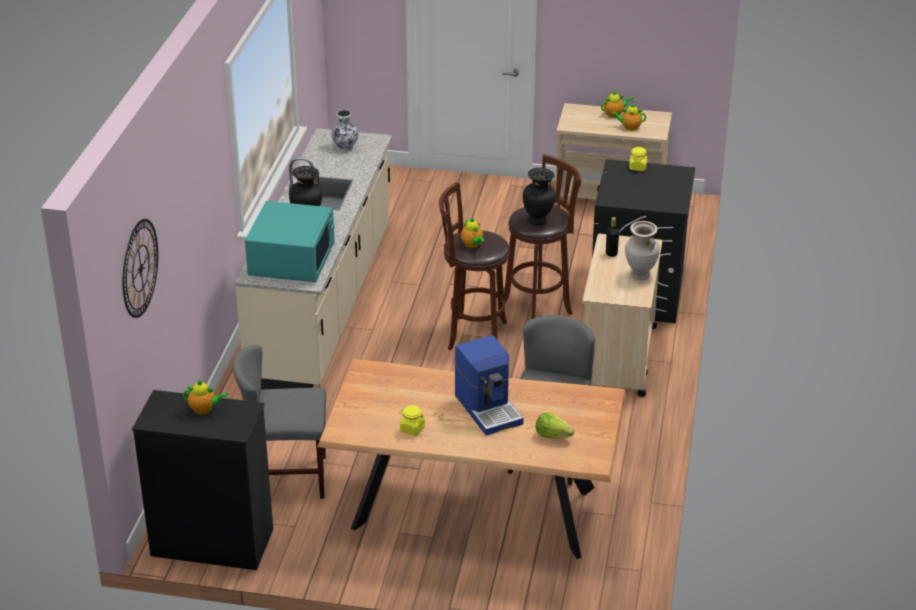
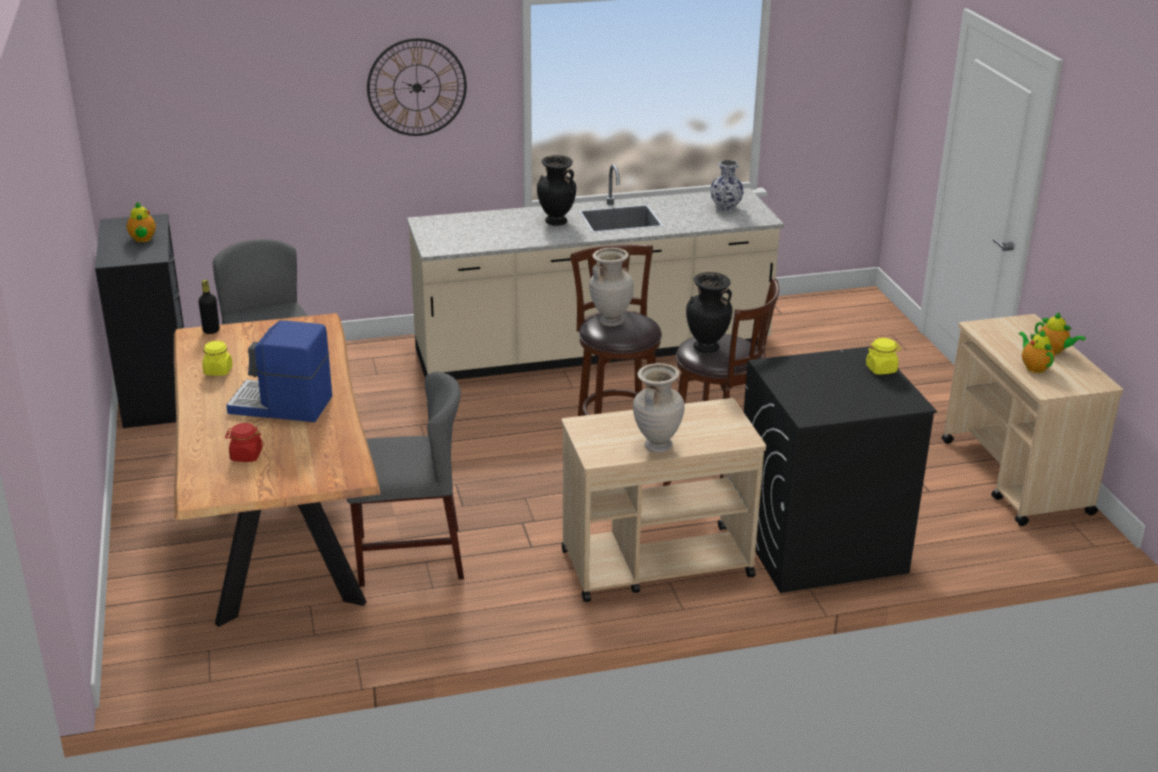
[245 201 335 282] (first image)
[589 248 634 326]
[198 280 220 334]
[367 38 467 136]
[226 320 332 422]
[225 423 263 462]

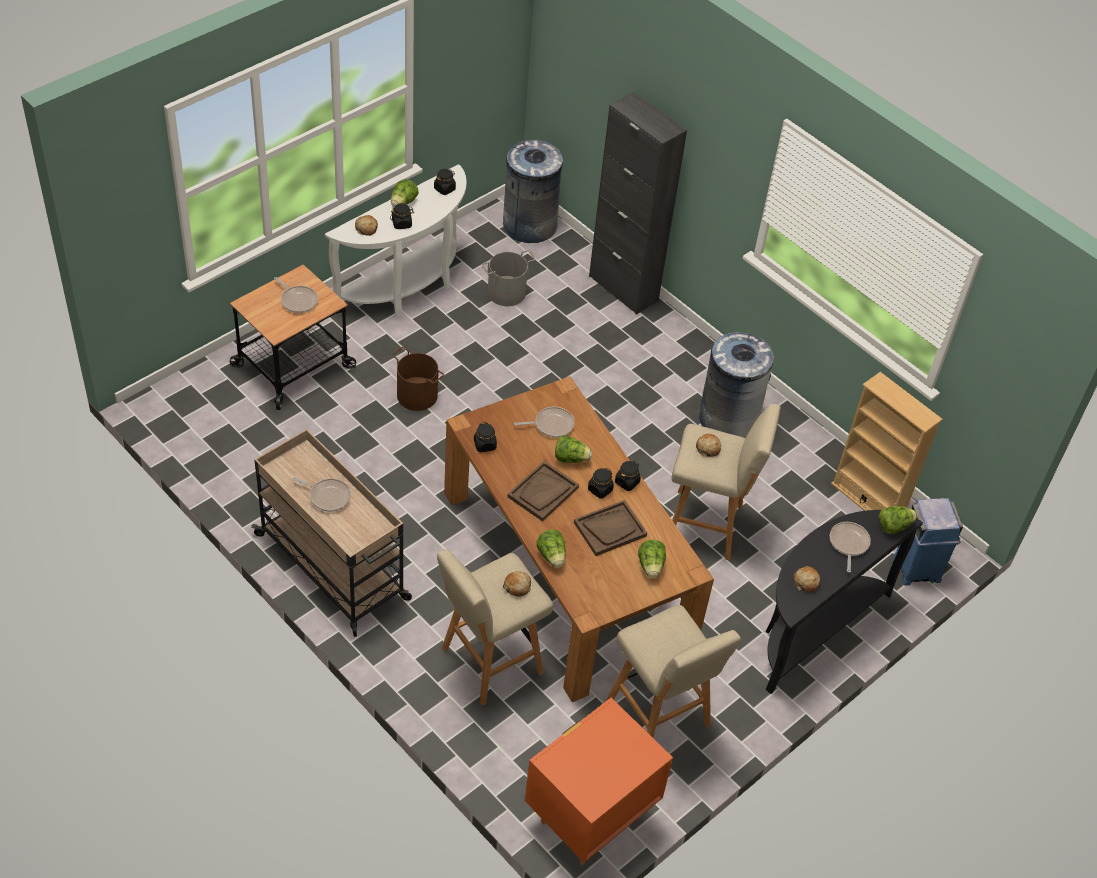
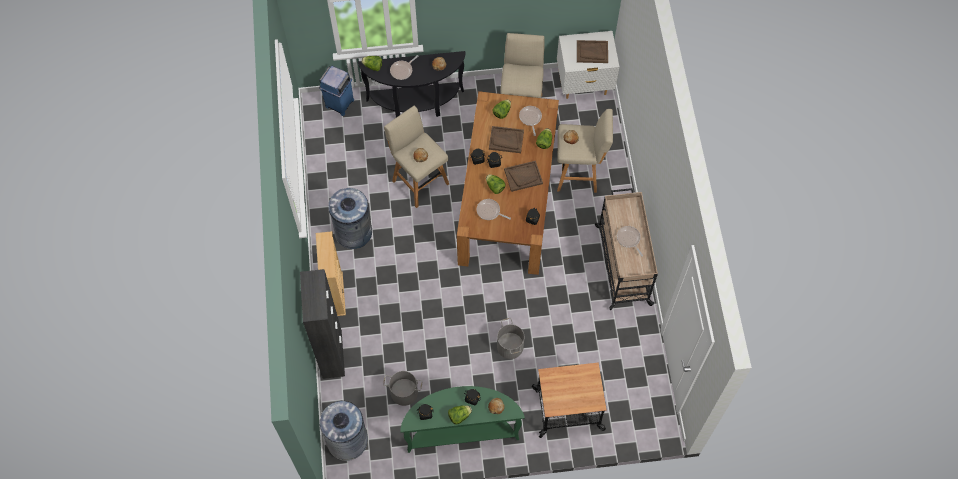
[400 386 525 453]
[519 106 542 136]
[497 318 524 359]
[316 231 346 316]
[557 31 620 99]
[577 40 608 63]

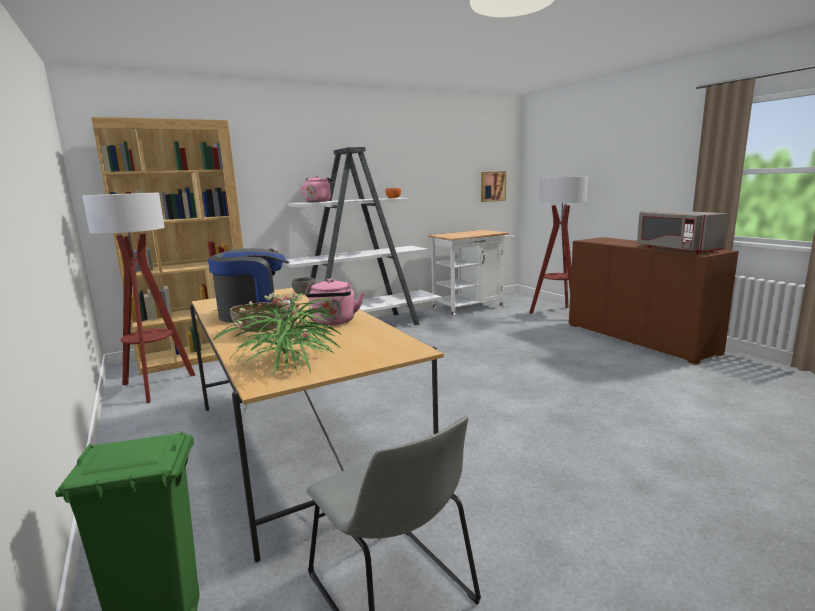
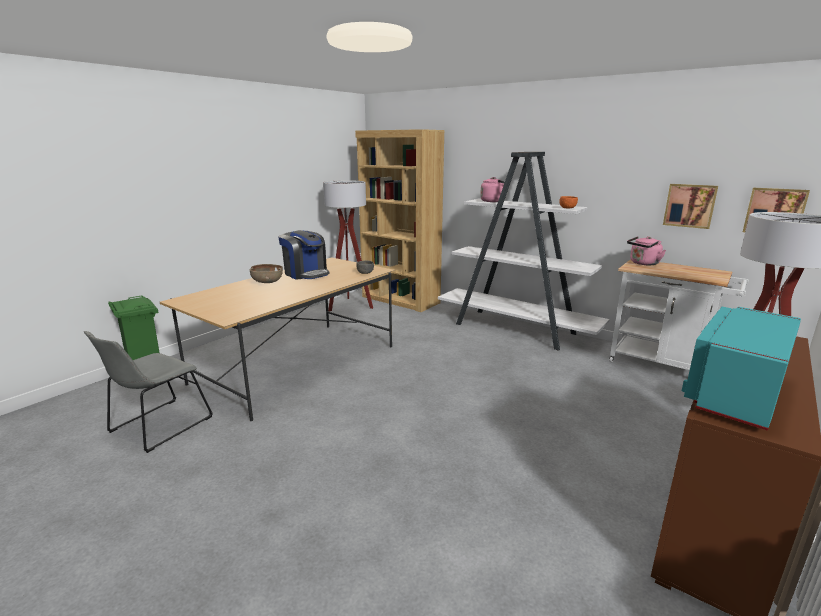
[682 307 801 431]
[627 236 666 265]
[213 292 340 374] (first image)
[663 184 718 229]

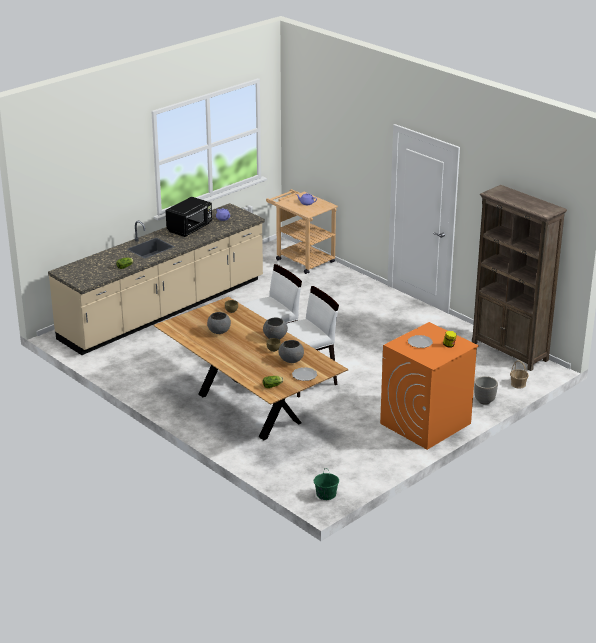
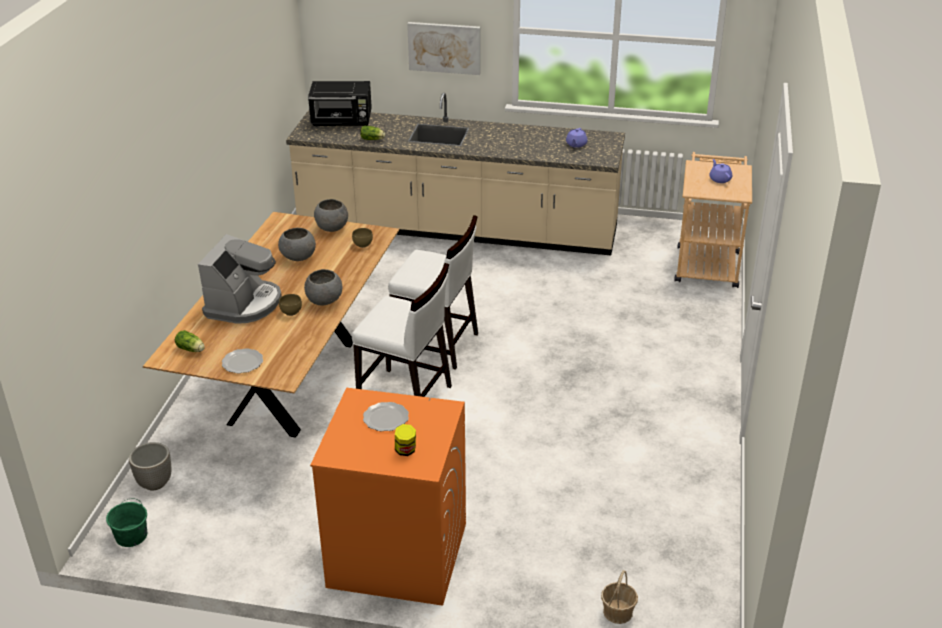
[472 185 567 371] (first image)
[308 81 372 126]
[314 199 348 232]
[129 442 171 491]
[407 22 481 75]
[198 234 282 324]

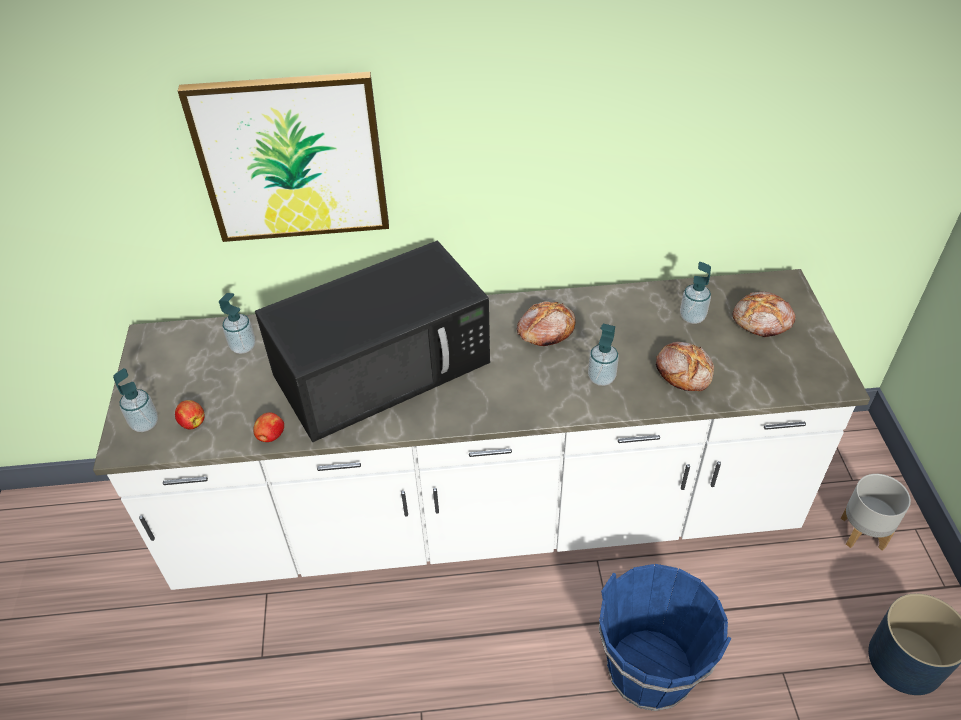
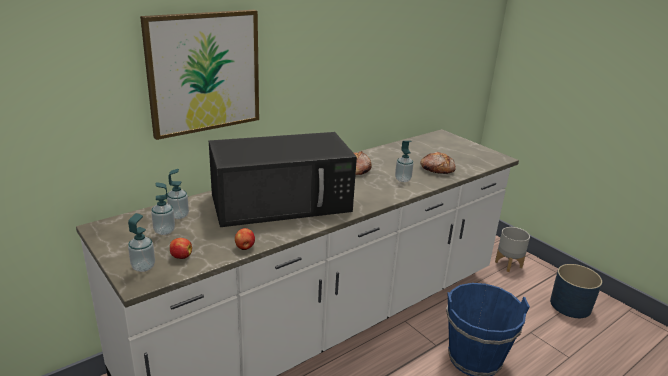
[209 132 357 227]
[151 182 175 235]
[733 291 796 337] (first image)

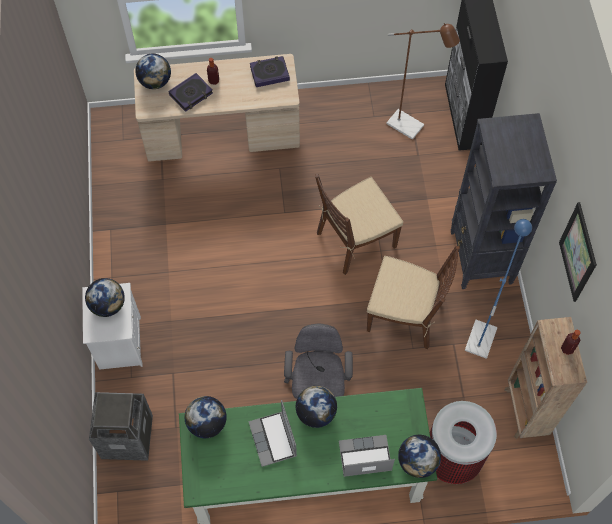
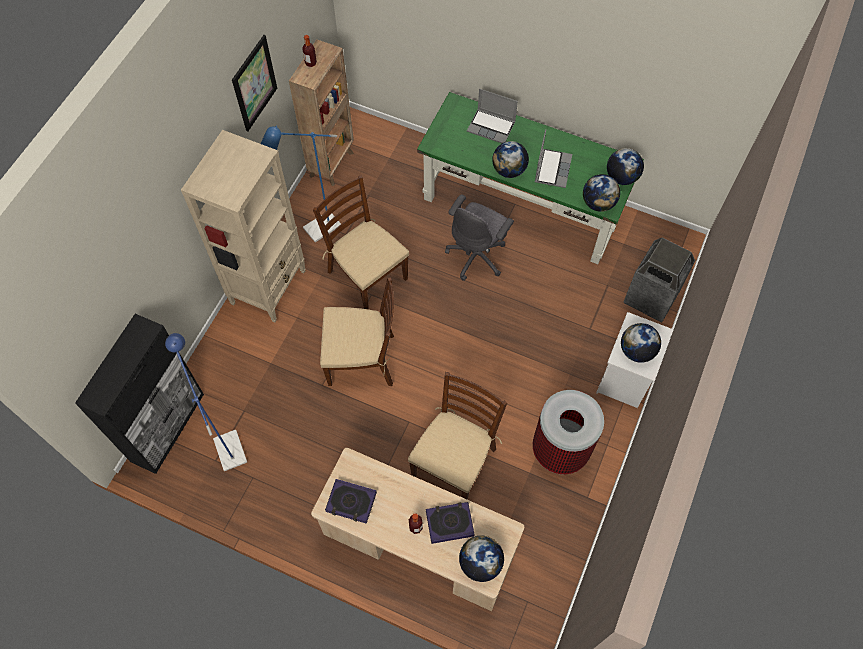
[165 333 247 471]
[181 130 306 322]
[533 390 604 474]
[607 148 644 185]
[408 372 507 500]

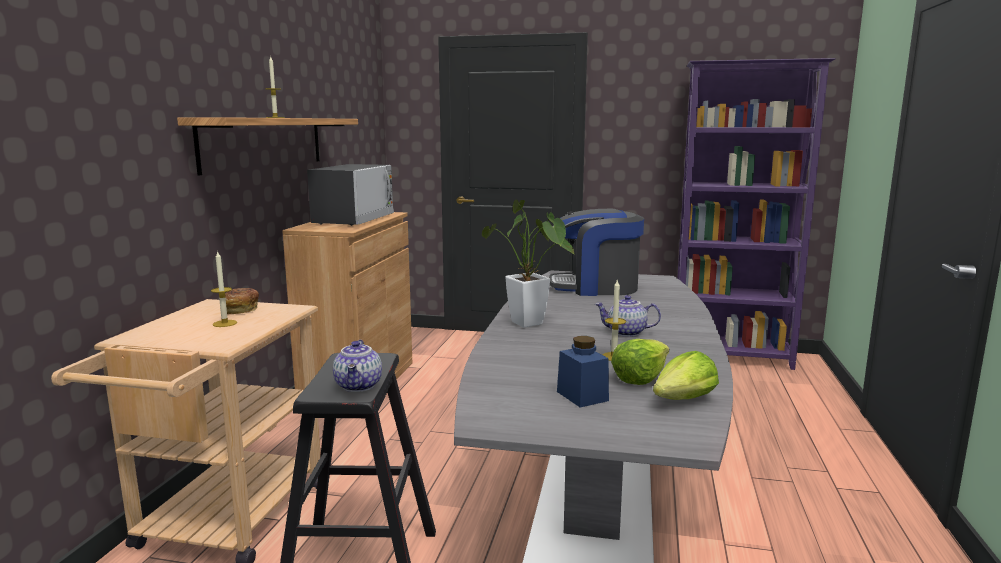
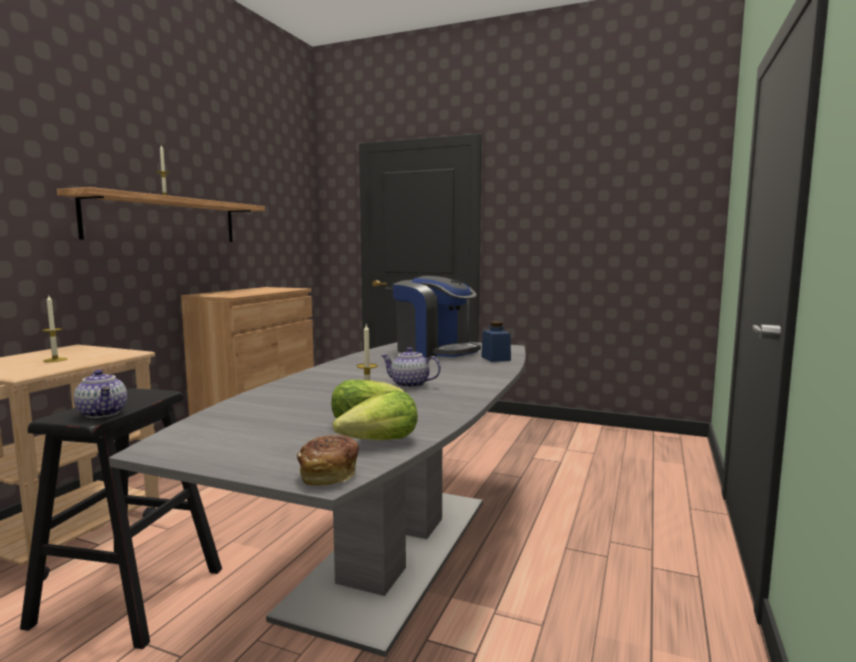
[677 58 836 370] (first image)
[307 164 394 226] (first image)
[482 199 575 328] (first image)
[393 276 481 358]
[297 435 359 486]
[481 321 511 362]
[74 370 127 418]

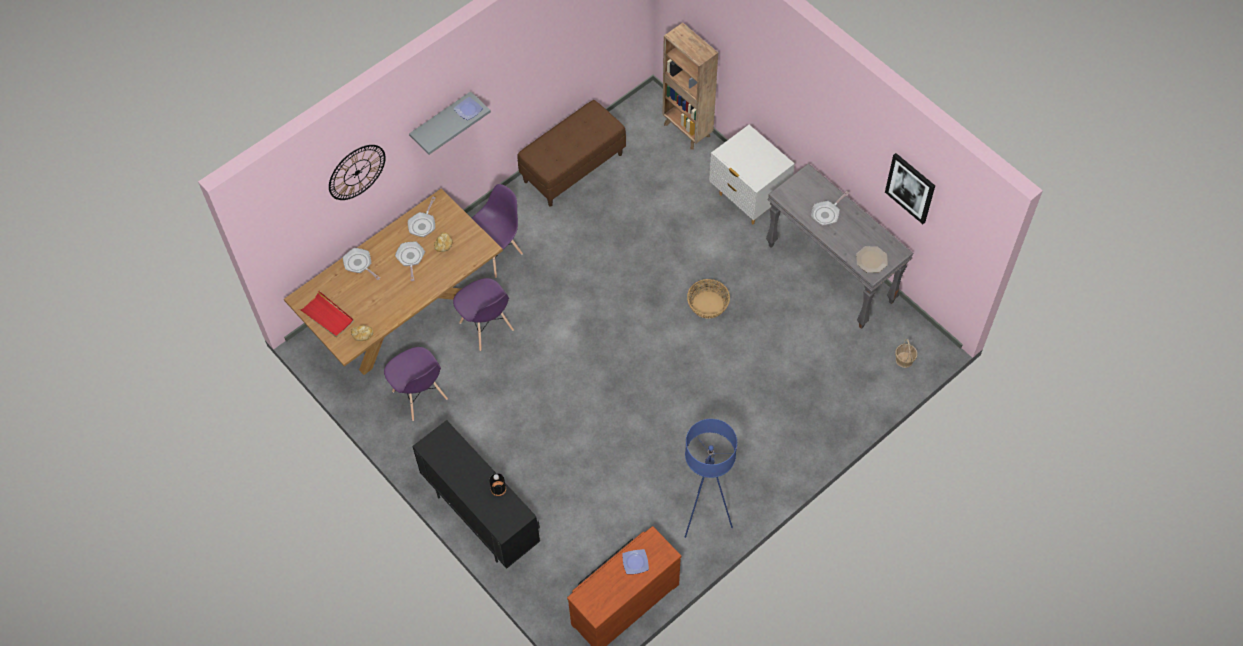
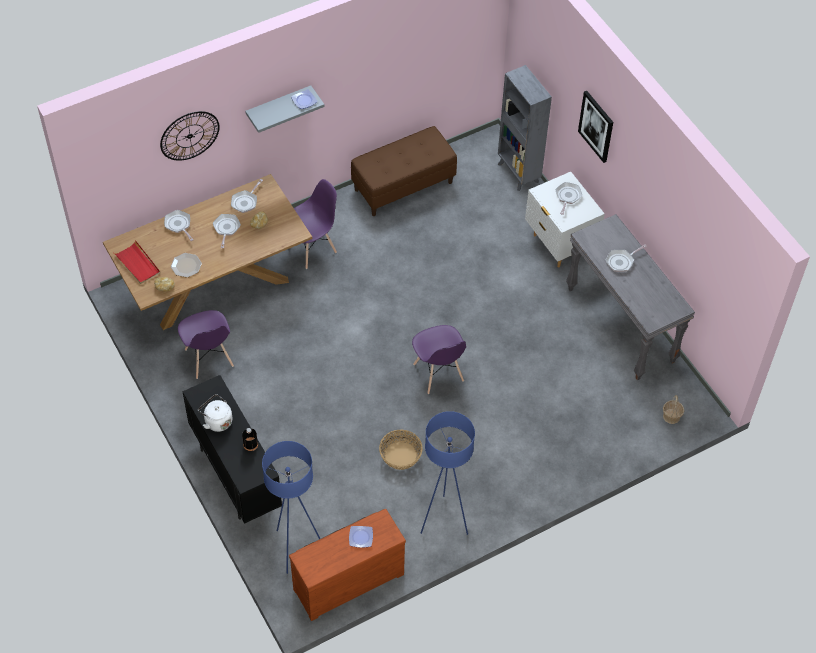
[498 65 552 191]
[578 91 613 163]
[171 253 202 277]
[412 325 466 394]
[379 429 423 470]
[555 182 582 215]
[198 394 233 432]
[262 441 321 574]

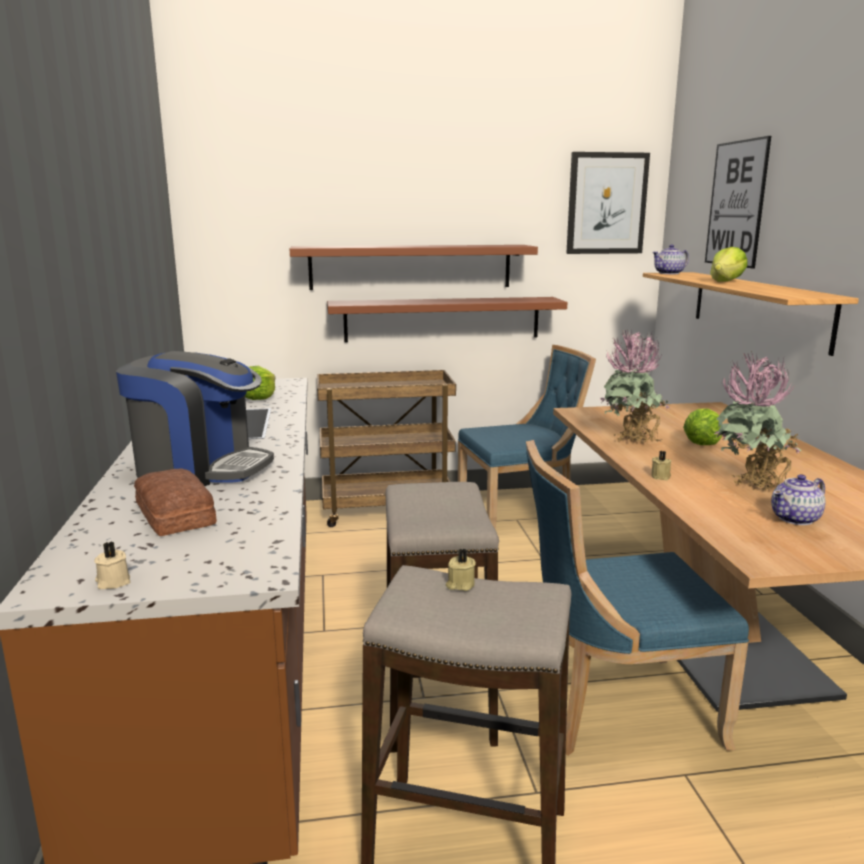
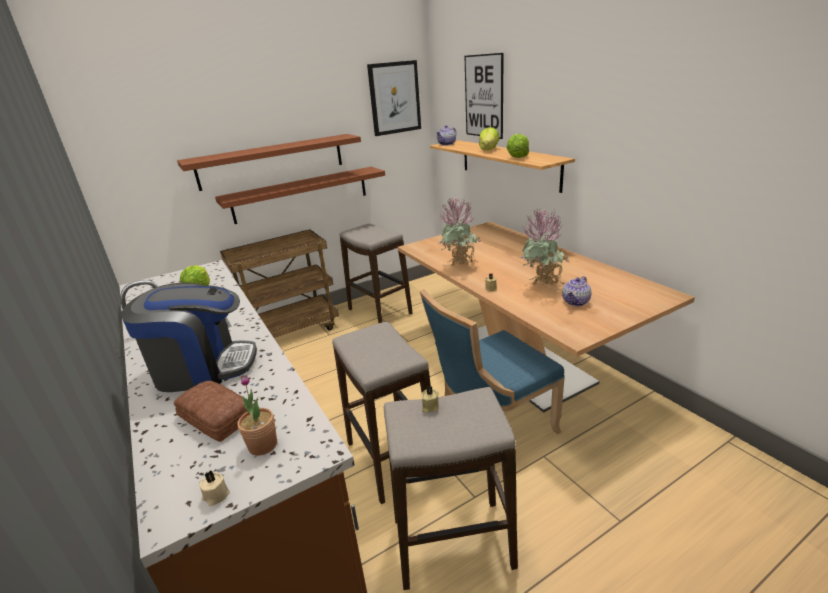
[340 224 413 323]
[507 134 529 158]
[237 375 277 456]

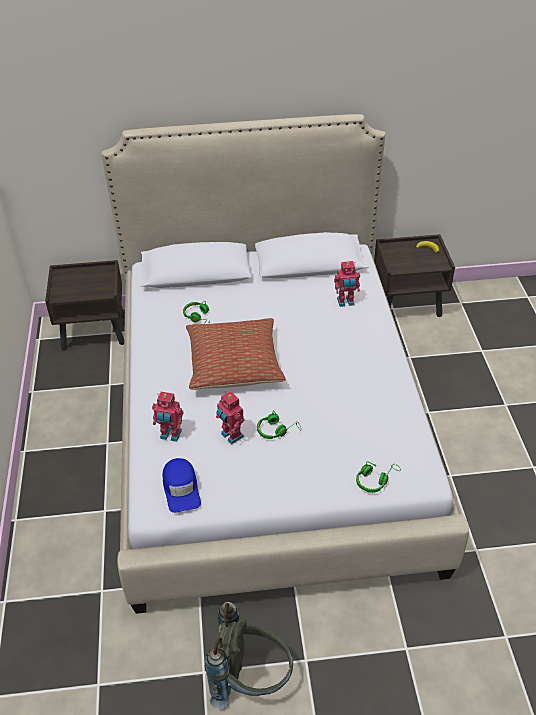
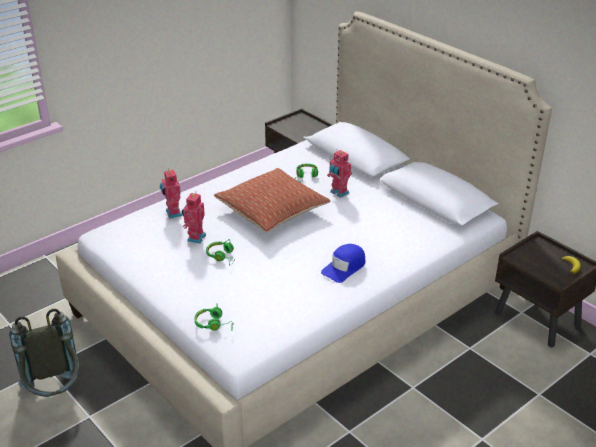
[327 150 352 198]
[321 244 365 283]

